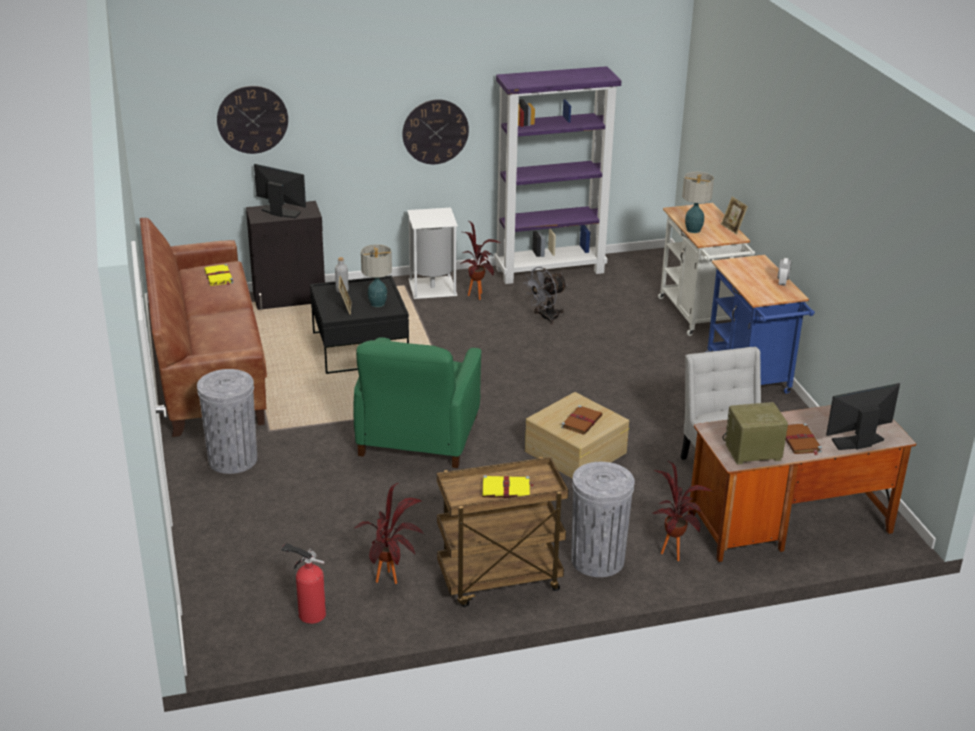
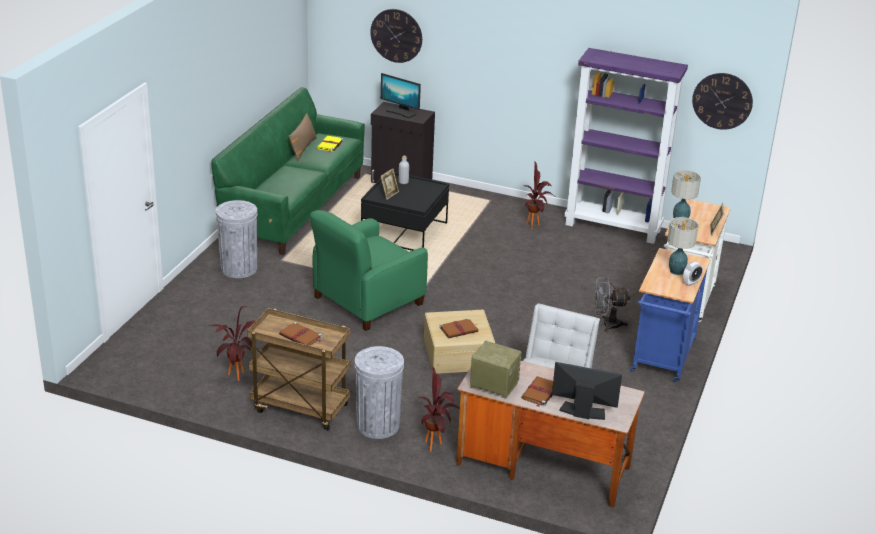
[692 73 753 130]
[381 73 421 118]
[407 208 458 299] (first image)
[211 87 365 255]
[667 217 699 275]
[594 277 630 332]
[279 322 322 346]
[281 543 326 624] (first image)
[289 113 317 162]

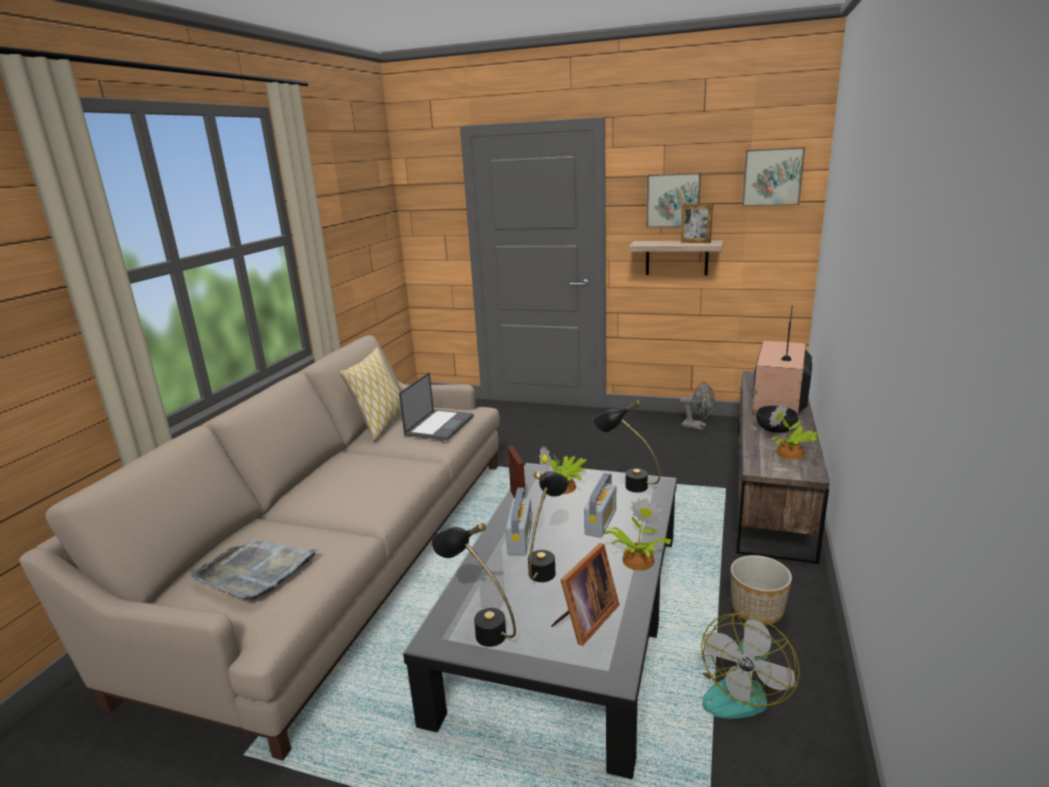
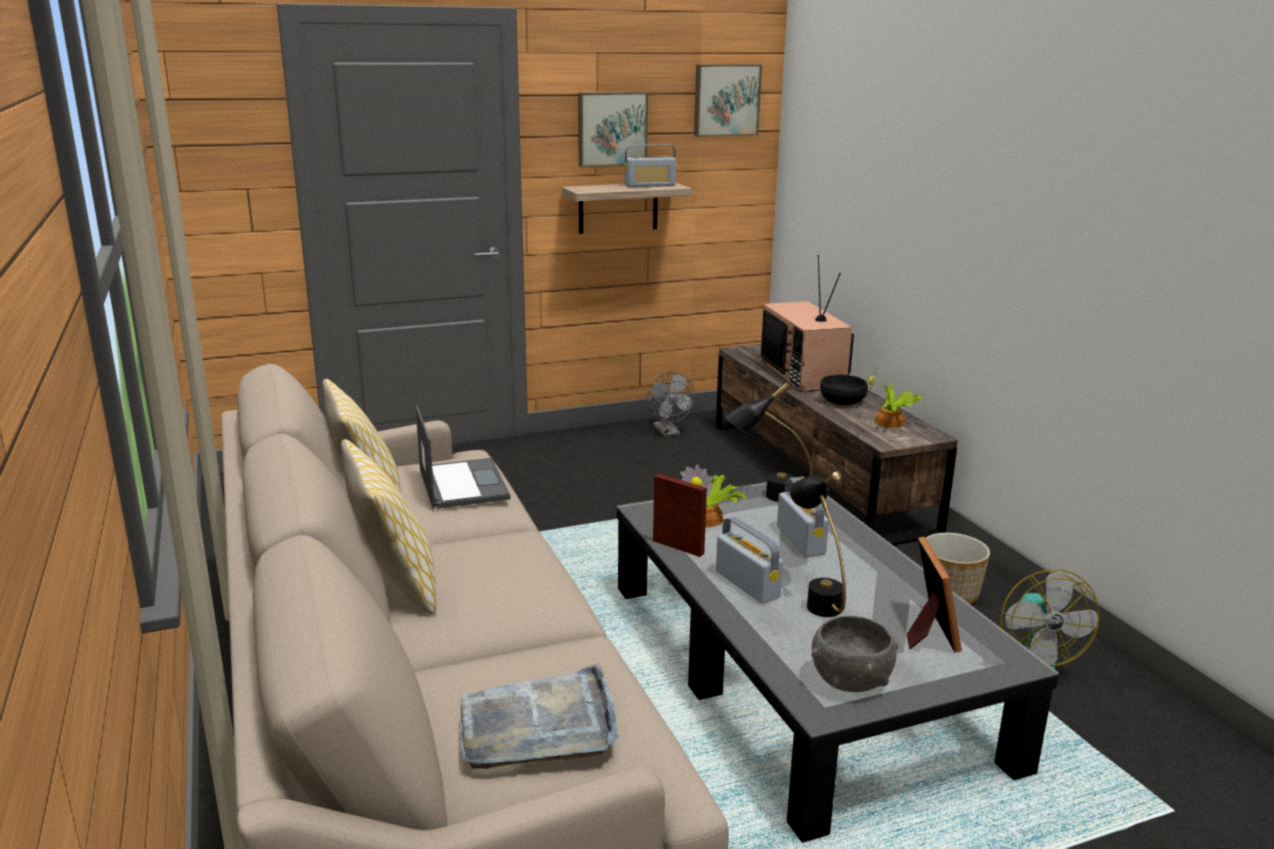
[624 144 677 187]
[648 372 695 436]
[603 498 671 570] (first image)
[811 616 898 692]
[341 439 436 615]

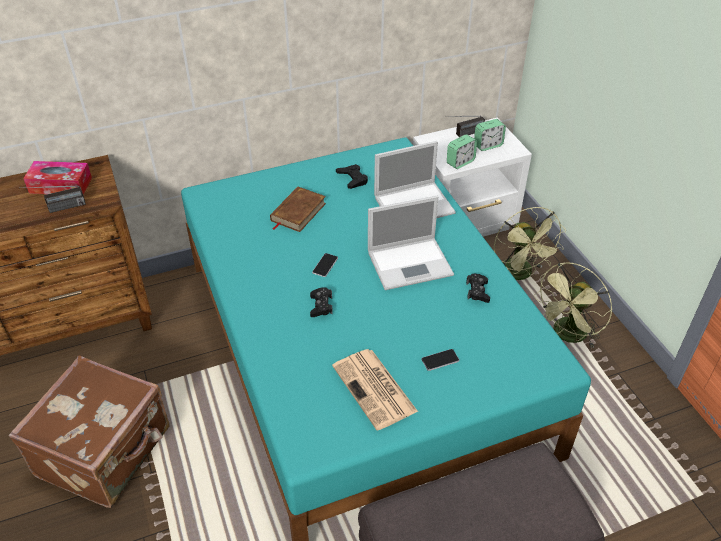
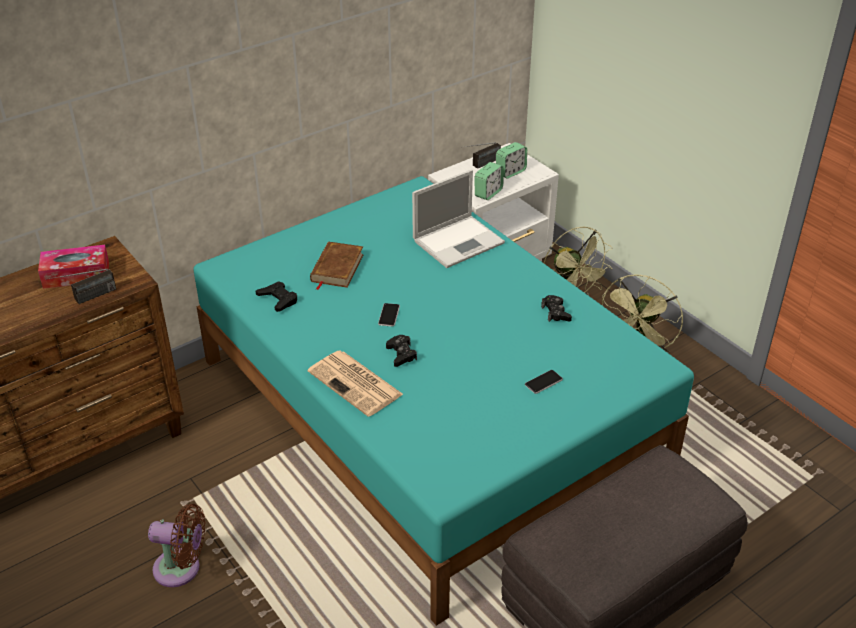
[256 281 297 312]
[368 196 454 290] (first image)
[308 351 404 417]
[148 504 205 587]

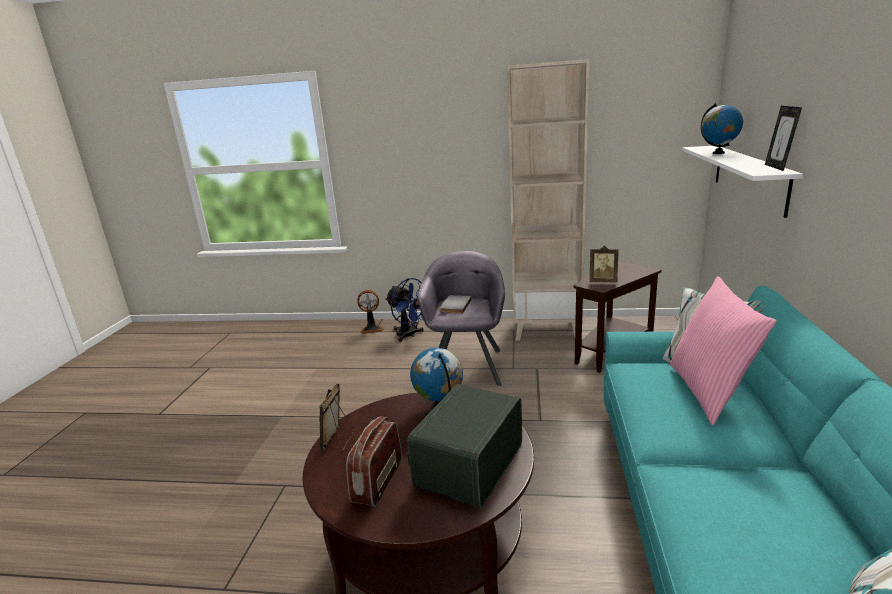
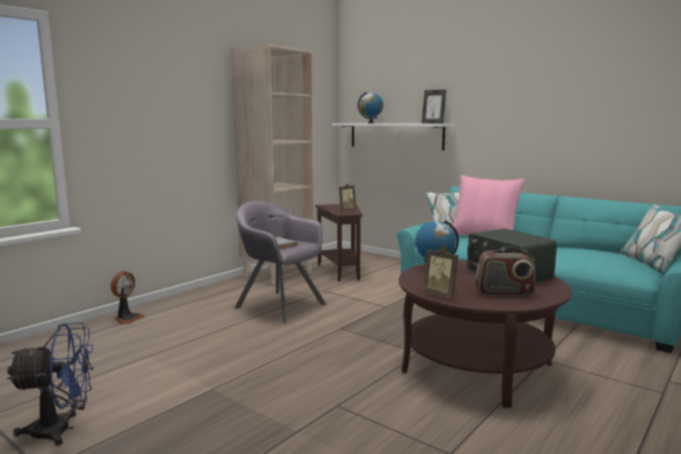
[6 323 94 446]
[475 246 535 296]

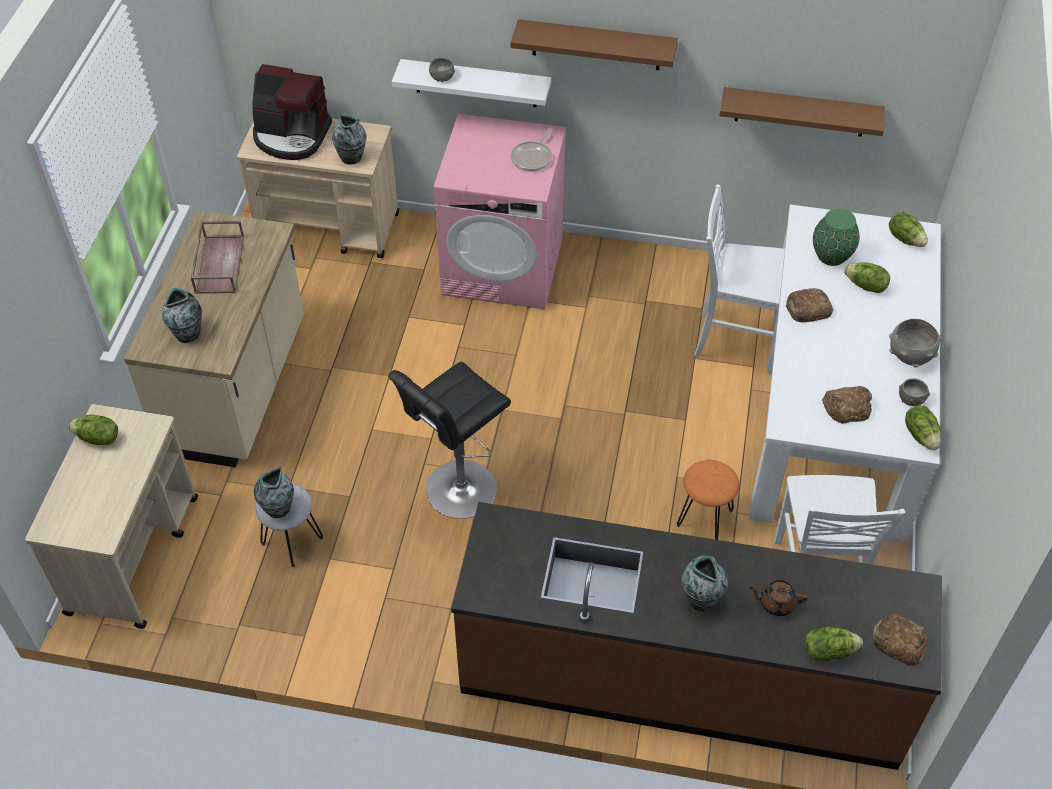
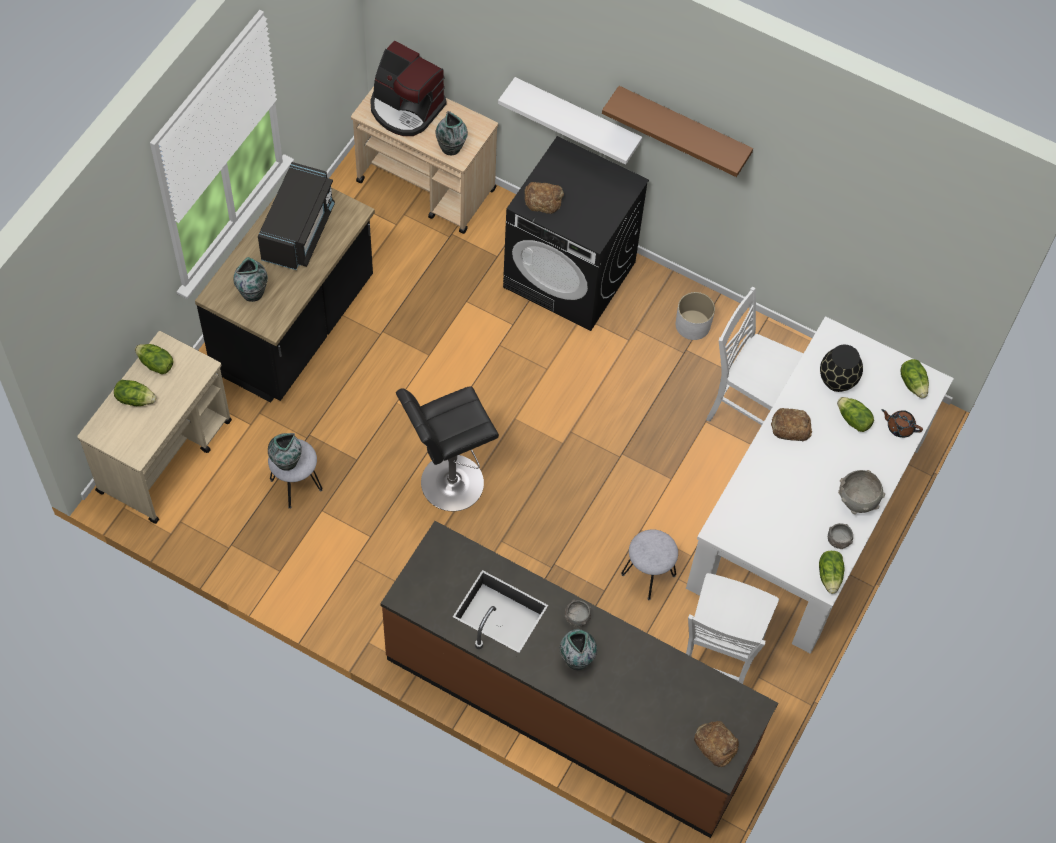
[565 600 591 627]
[720 87 885 137] (first image)
[503 136 649 331]
[511 128 552 171] (first image)
[820 345 863 392]
[195 188 375 403]
[258 162 335 270]
[524 182 564 214]
[621 529 678 600]
[882 409 923 438]
[114 380 156 406]
[676 292 715 340]

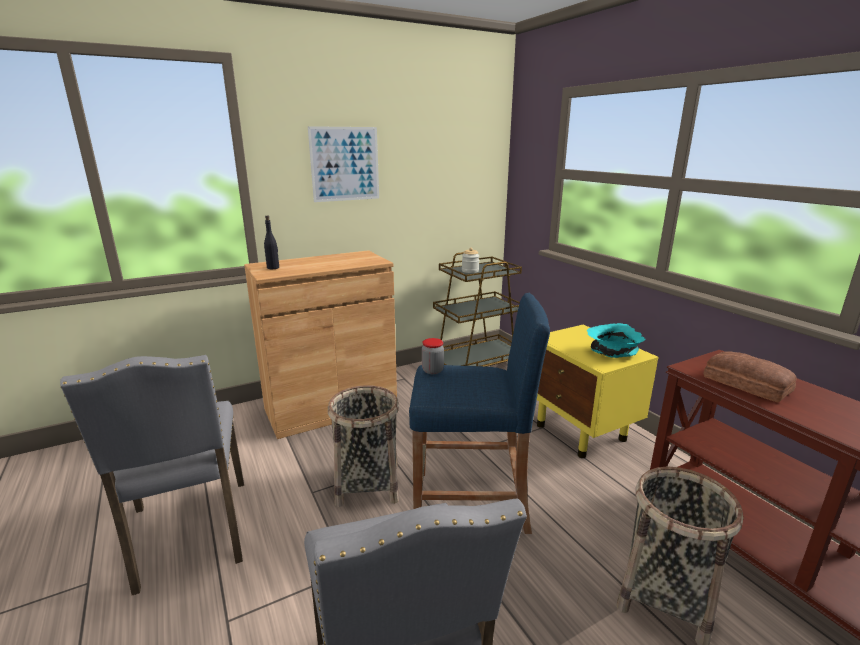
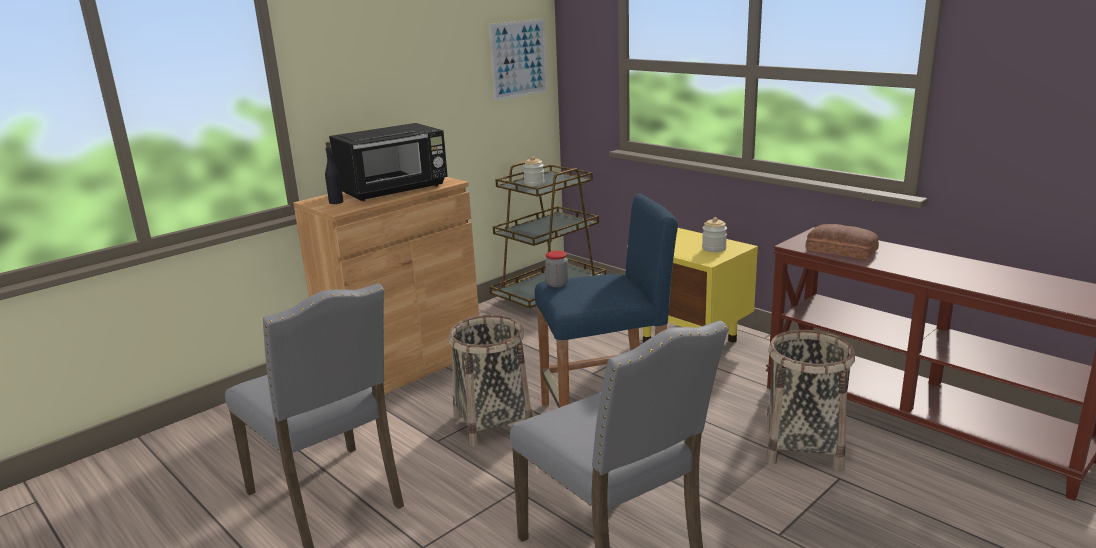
[489 19 547 101]
[702 217 727 252]
[329 123 448 201]

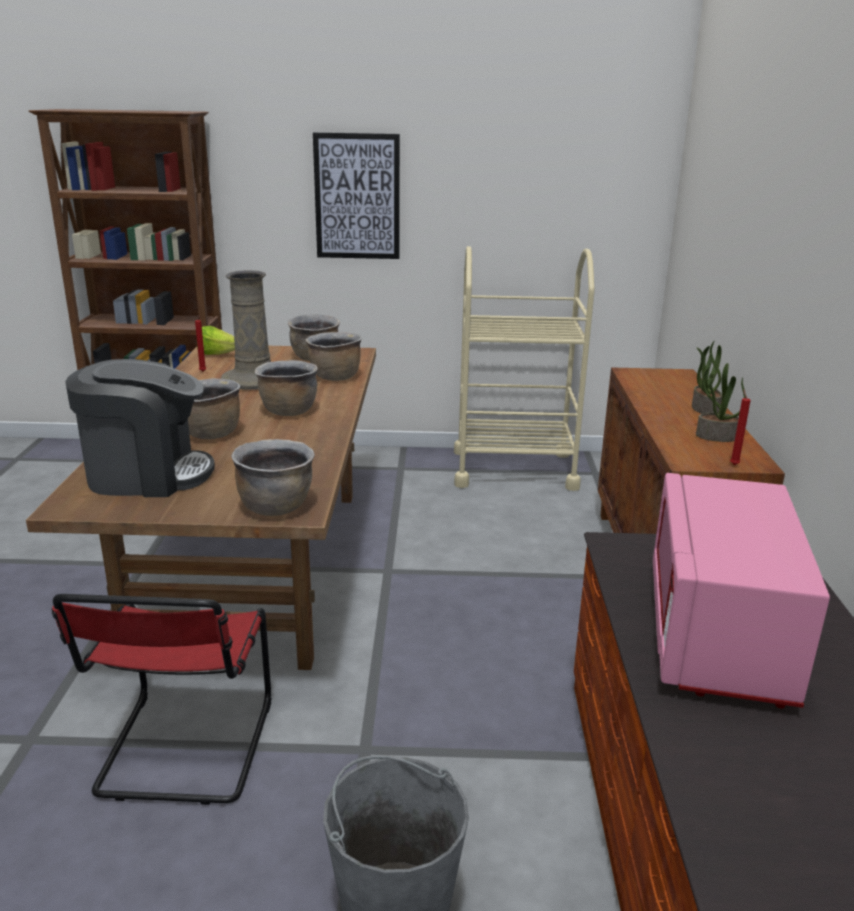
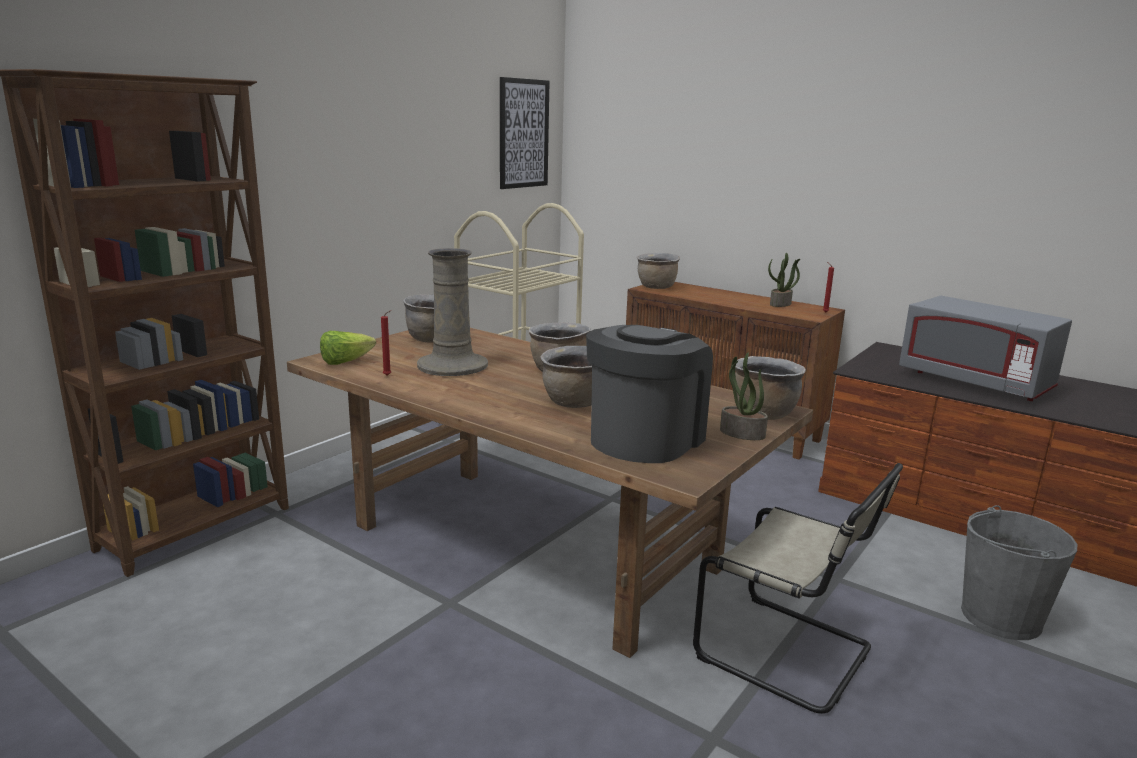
[500 77 550 189]
[637 253 680 289]
[720 352 768 440]
[899 296 1072 401]
[693 463 903 714]

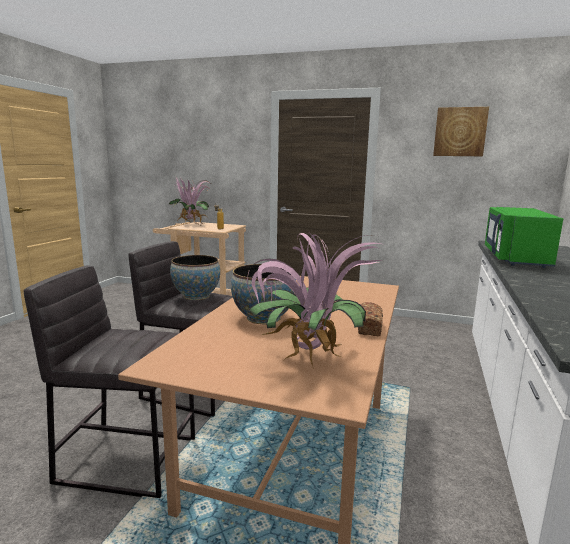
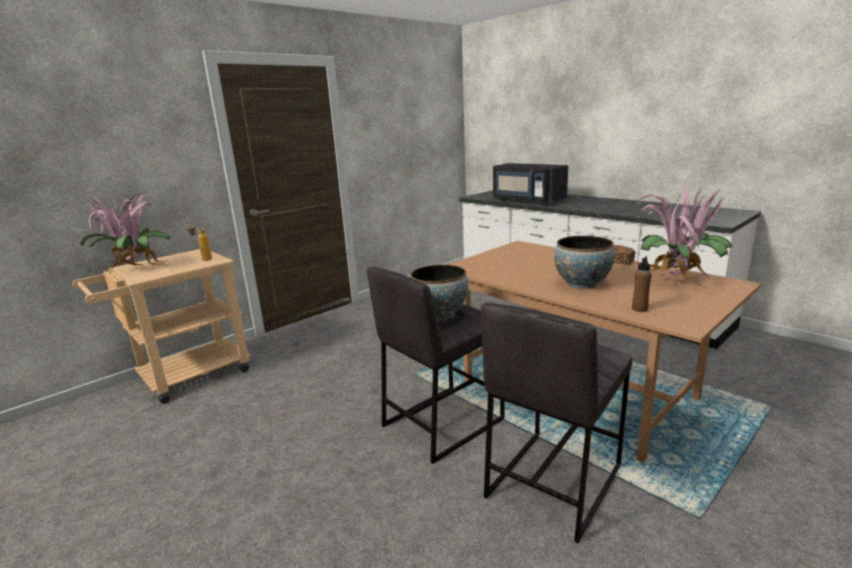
[433 107 489 156] (first image)
[493 163 568 205]
[632 256 652 312]

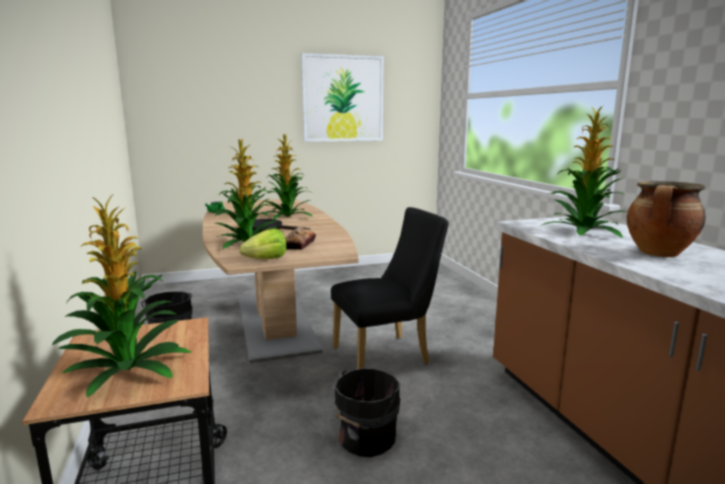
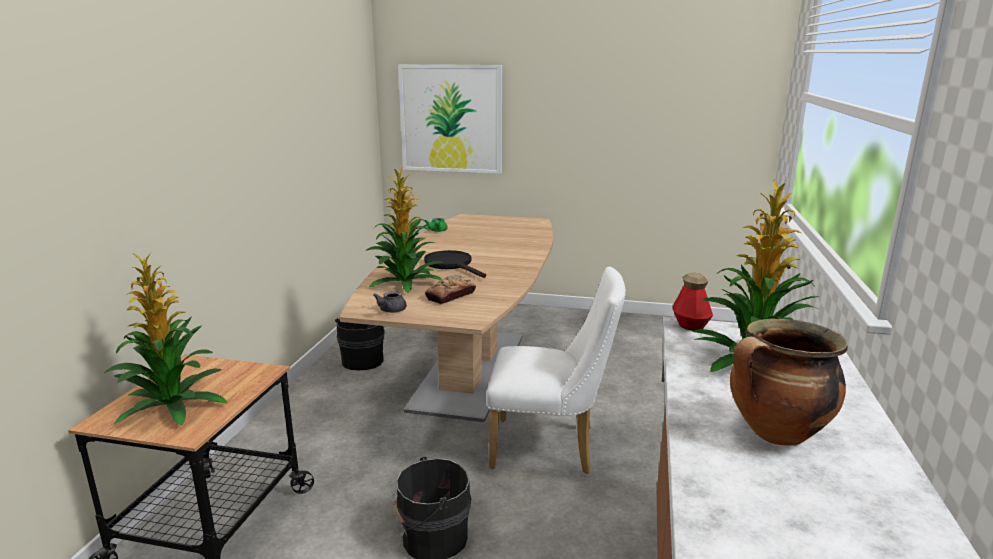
[398 65 502 174]
[260 134 312 219] (first image)
[486 267 626 474]
[373 291 407 313]
[672 273 713 331]

